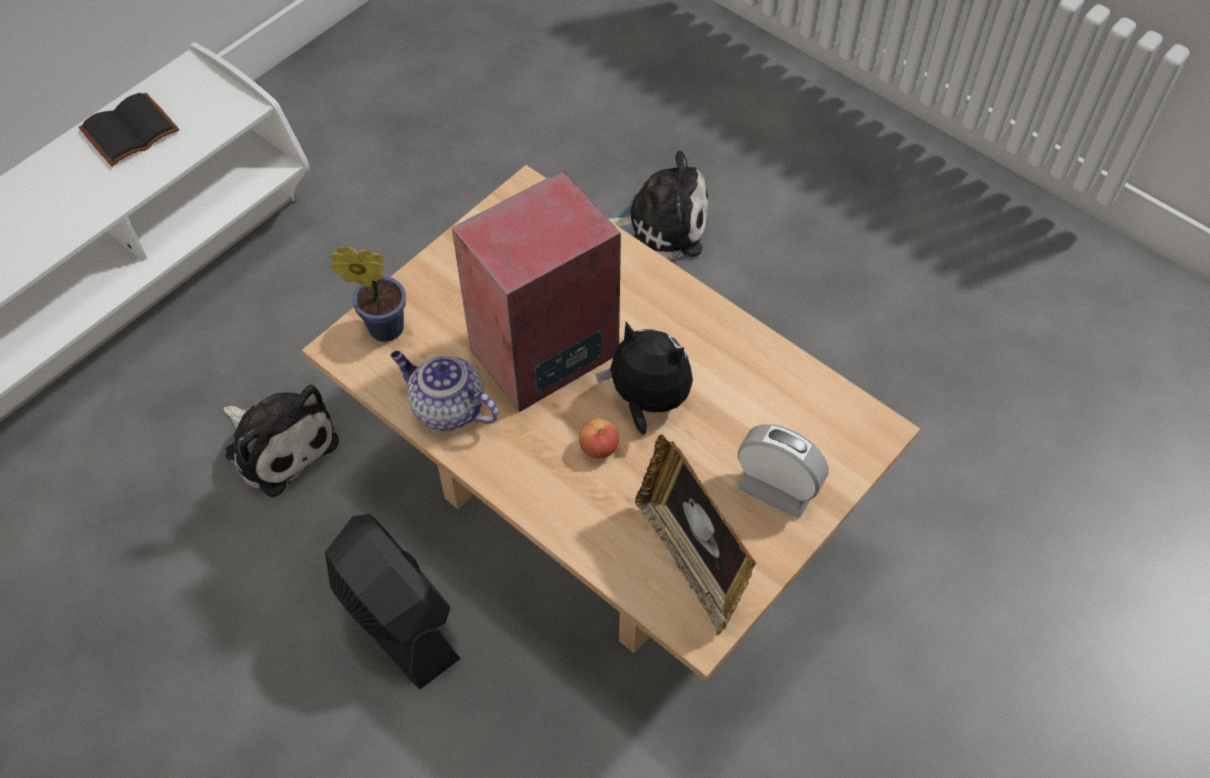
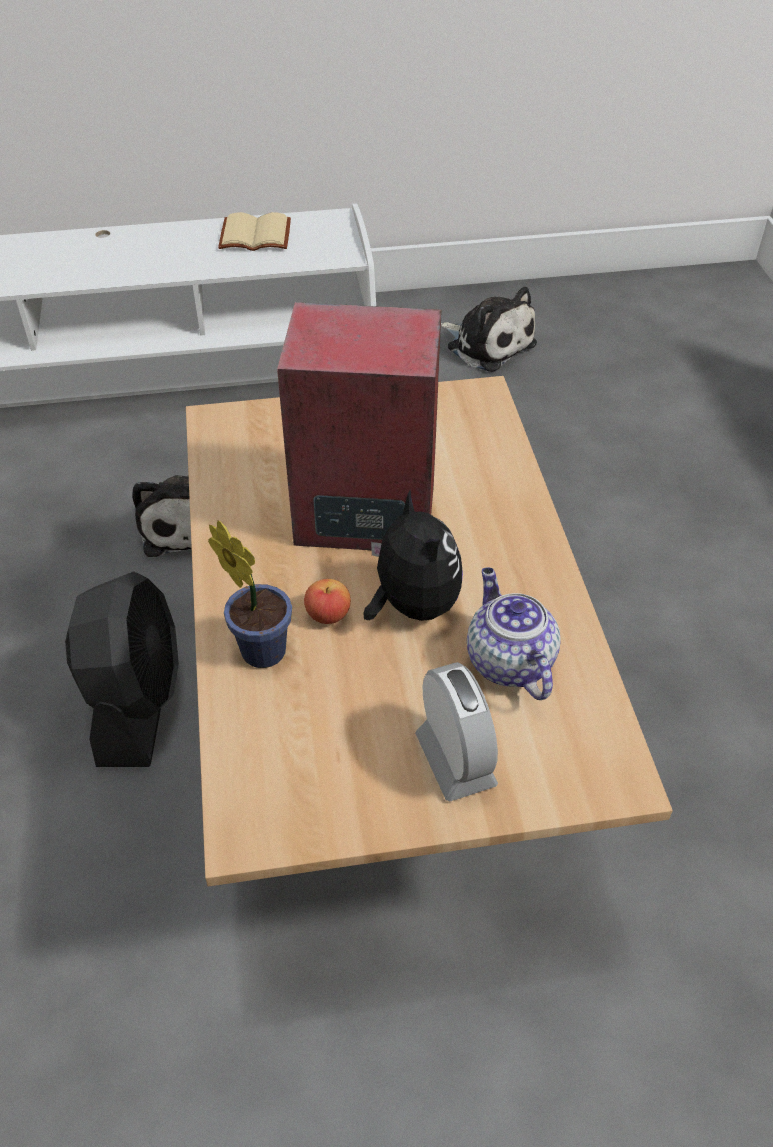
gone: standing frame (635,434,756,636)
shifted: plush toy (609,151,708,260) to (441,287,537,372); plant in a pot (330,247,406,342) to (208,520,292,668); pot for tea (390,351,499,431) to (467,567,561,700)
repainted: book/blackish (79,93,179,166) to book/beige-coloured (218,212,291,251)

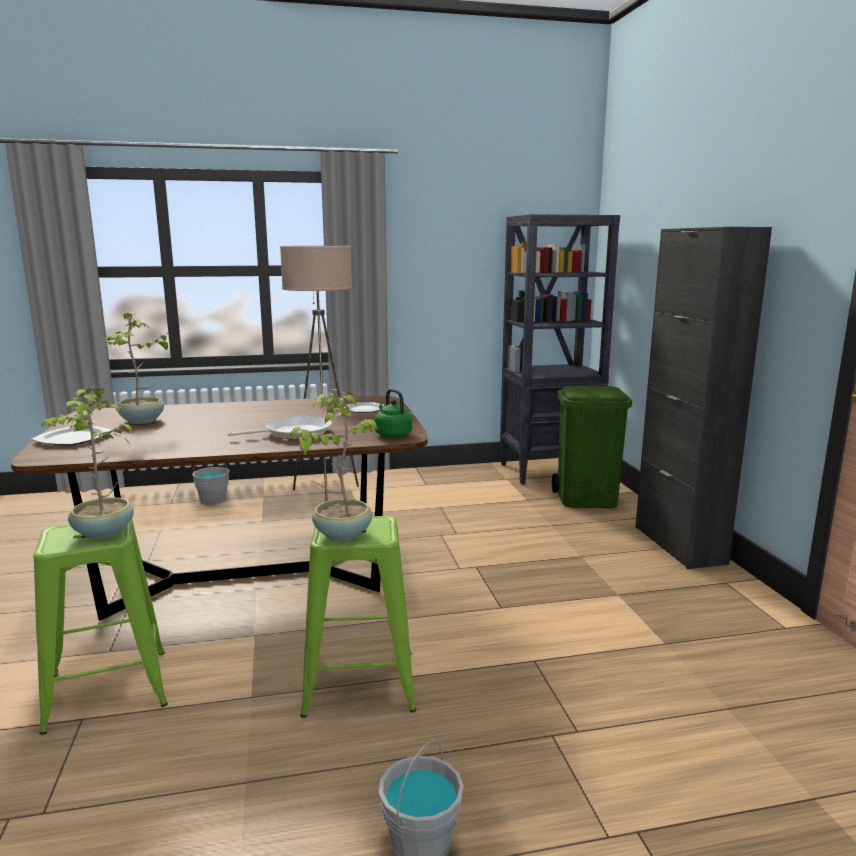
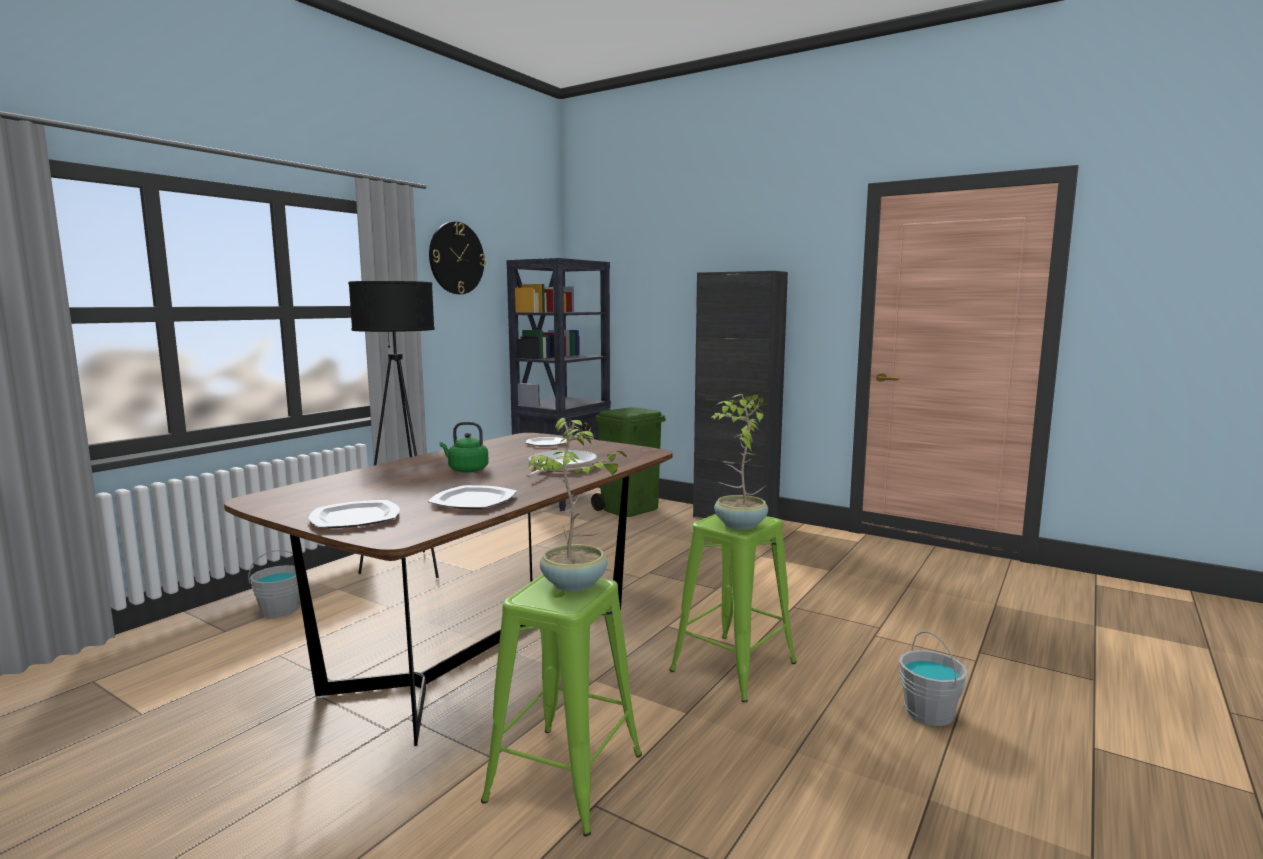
gone: plant in a pot (103,311,174,424)
new: clock on the wall (429,222,486,294); flat dish (427,485,517,509)
shifted: tea kettle/green (375,389,412,438) to (440,422,489,472)
repainted: standard lamp/beige-coloured (280,246,359,502) to standard lamp/blackish (348,281,439,578)

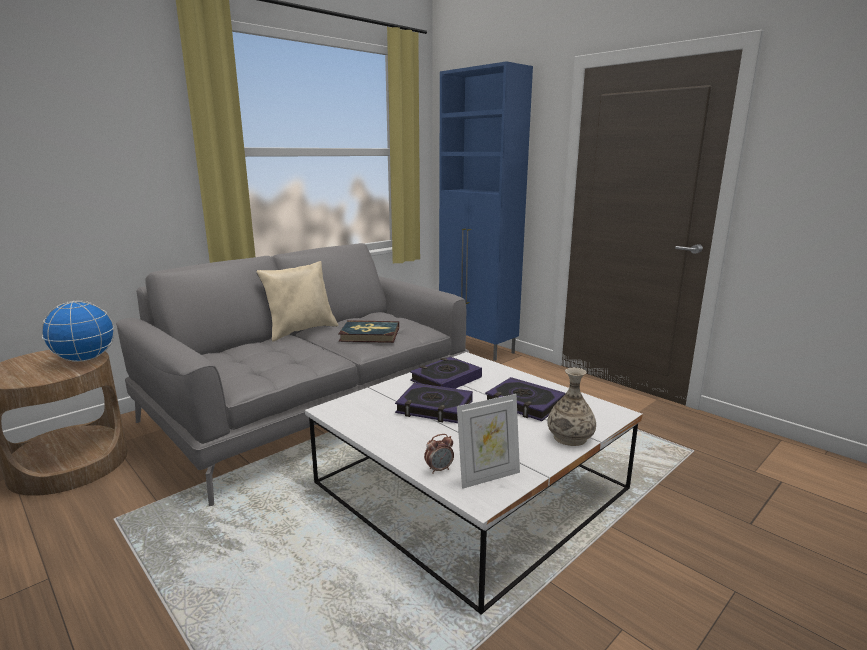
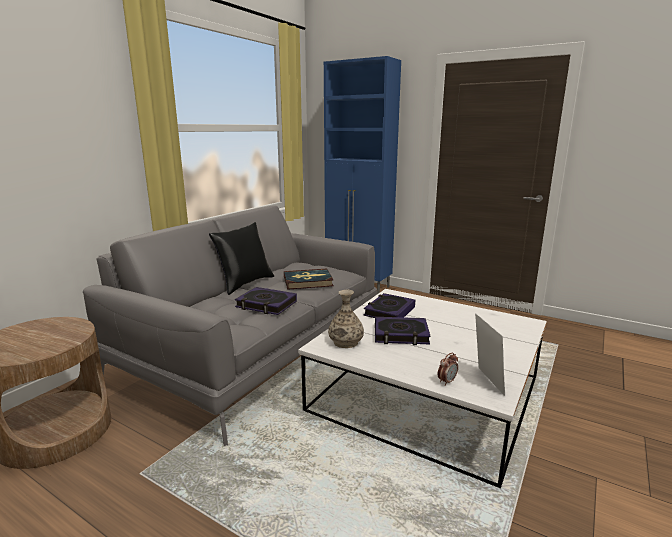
gone: desk globe (42,301,115,362)
shifted: decorative vase (547,368,596,446) to (328,290,364,348); book (485,377,566,421) to (235,287,297,315)
repainted: throw pillow/beige-coloured (256,261,338,341) to throw pillow/blackish (209,222,274,295)
rotated: standing frame (457,394,520,489) = (475,313,505,396) 60 degrees counterclockwise

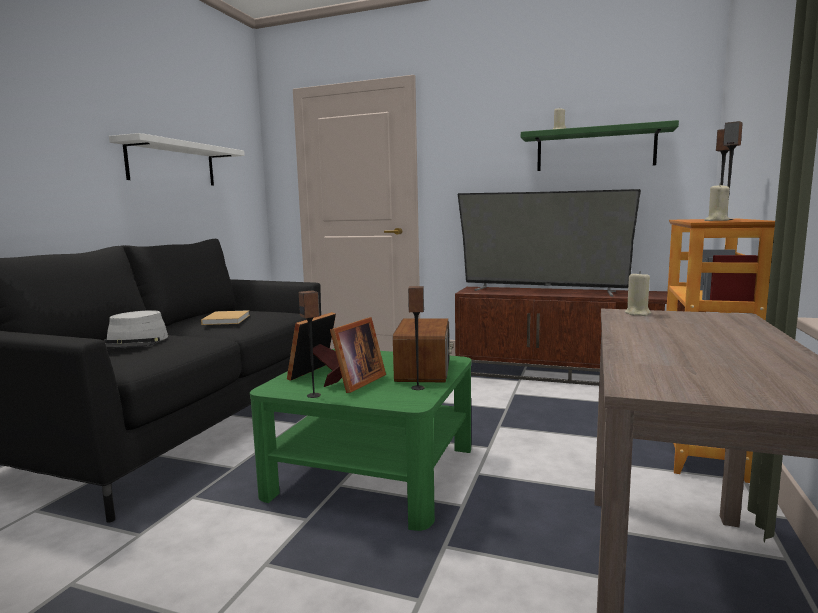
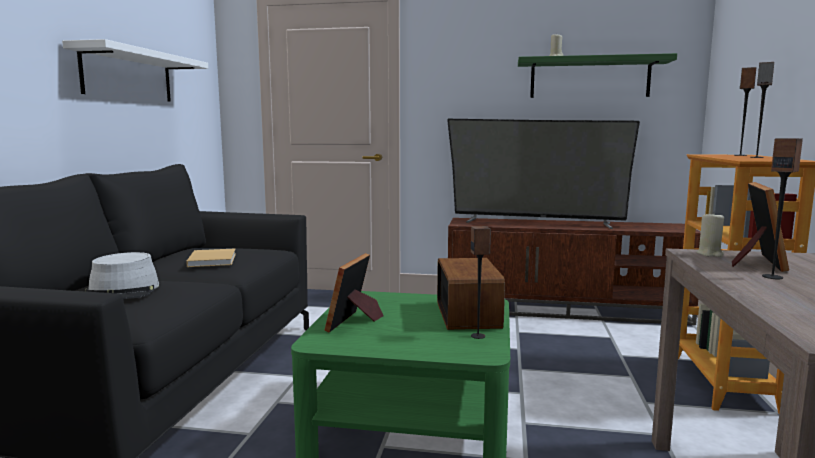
gone: wax light/beige-coloured (704,185,730,221)
shifted: audio speaker (299,291,321,398) to (762,138,803,279); standing frame (324,317,386,393) to (732,182,789,272)

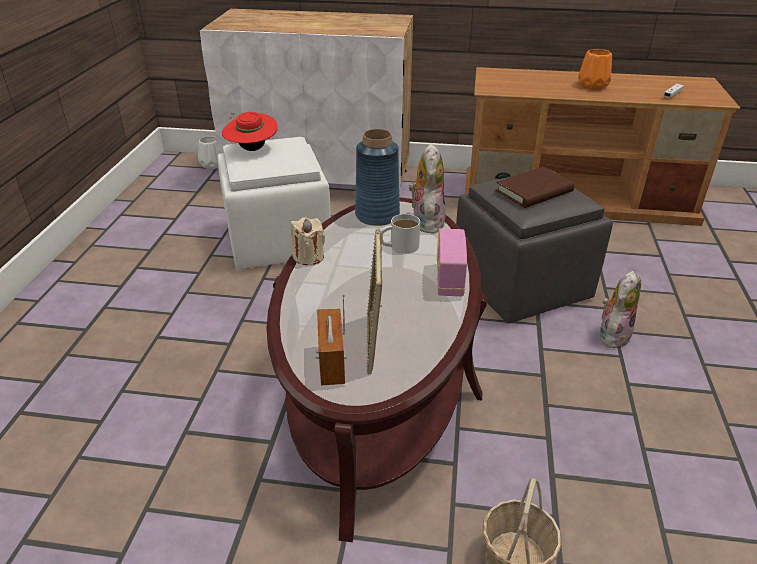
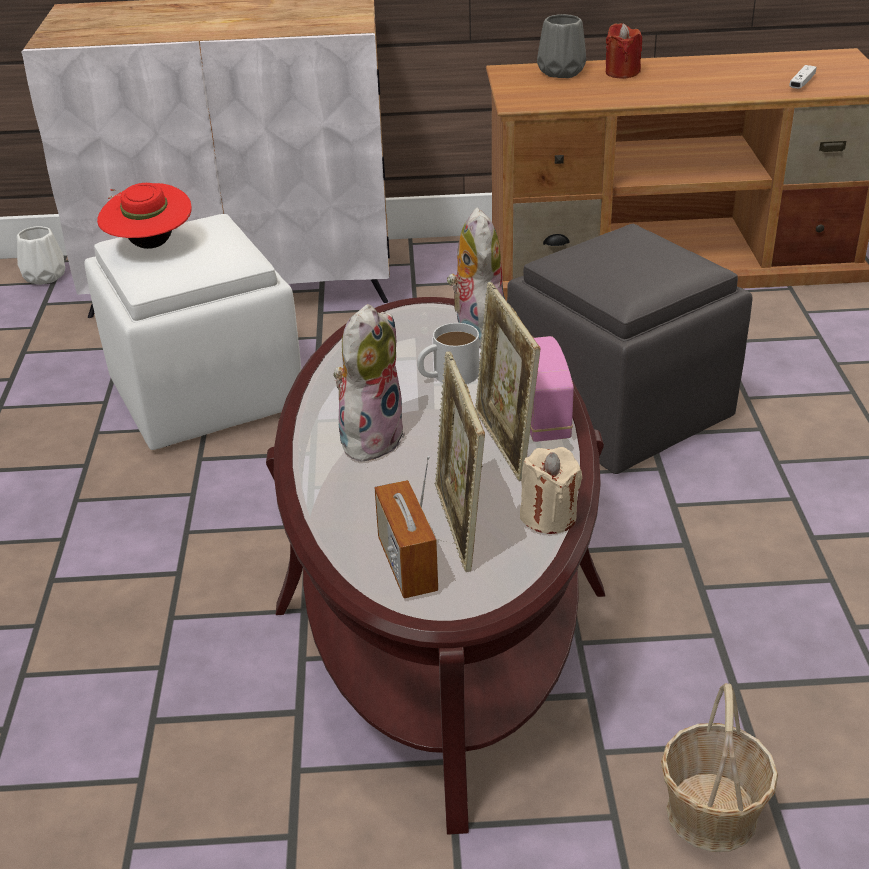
gone: decorative vase/orange-coloured (578,49,612,90); decorative vase/bluish (355,129,400,226); book/brownish (495,167,575,208)
new: decorative vase/gray (537,14,586,78); wax light/reddish (606,23,642,78); standing frame (475,282,540,481)
shifted: wax light/beige-coloured (291,217,325,265) to (520,447,583,534); plush toy (600,271,641,348) to (333,304,406,462)

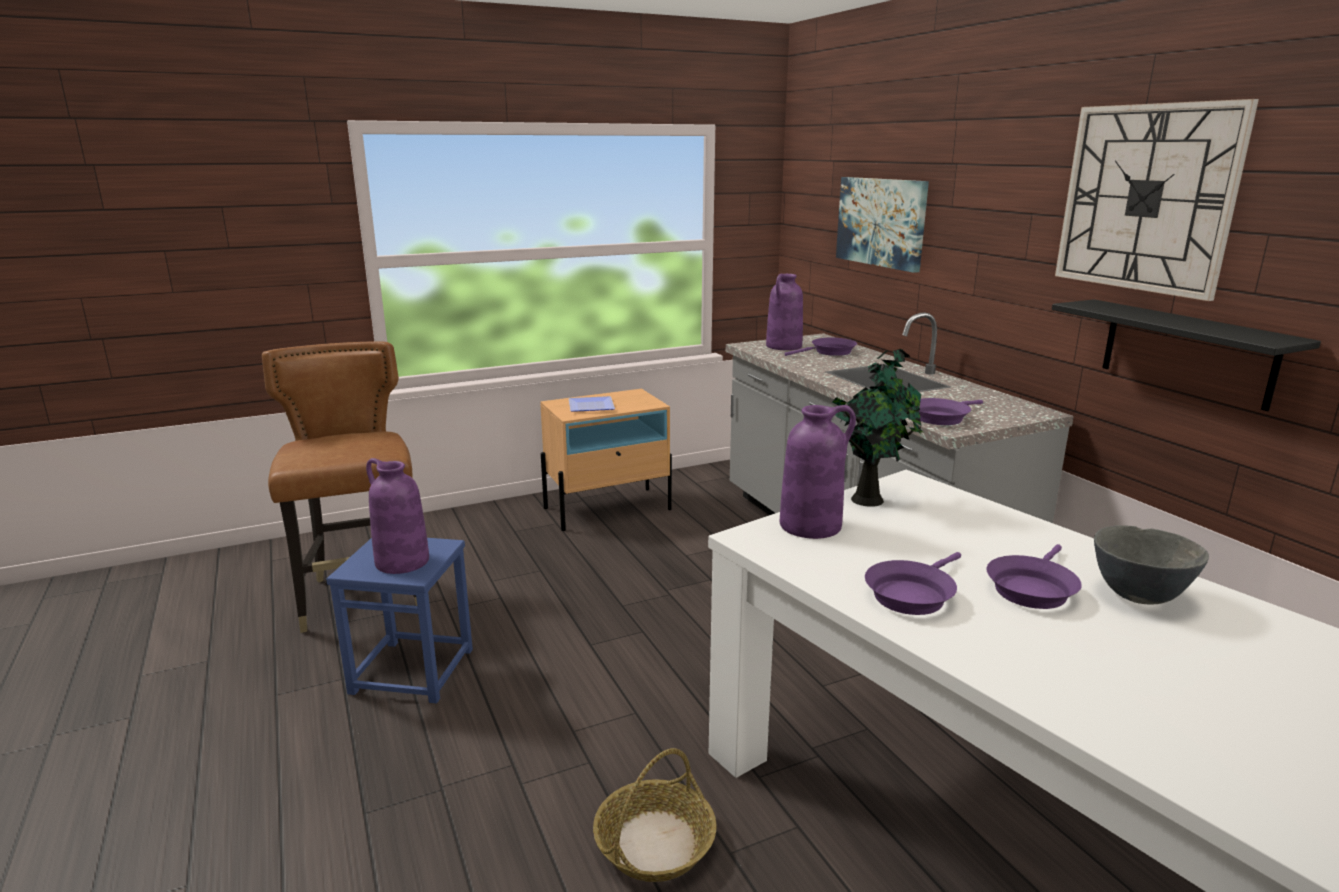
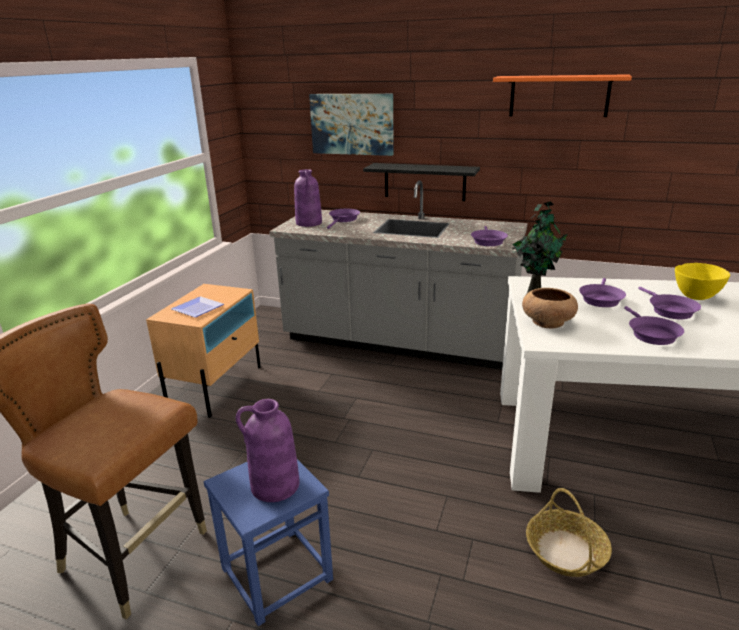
new: skillet/purplish (579,278,626,307)
shifted: shelf/blackish (1052,299,1321,411) to (363,163,480,201)
swapped: clock on the wall (1055,99,1259,301) to shelf/orange-coloured (493,74,632,117); decorative vase/purplish (780,405,856,539) to bowl/brownish (522,288,578,328)
repainted: bowl/gray (1094,525,1209,605) to bowl/yellow (675,263,730,300)

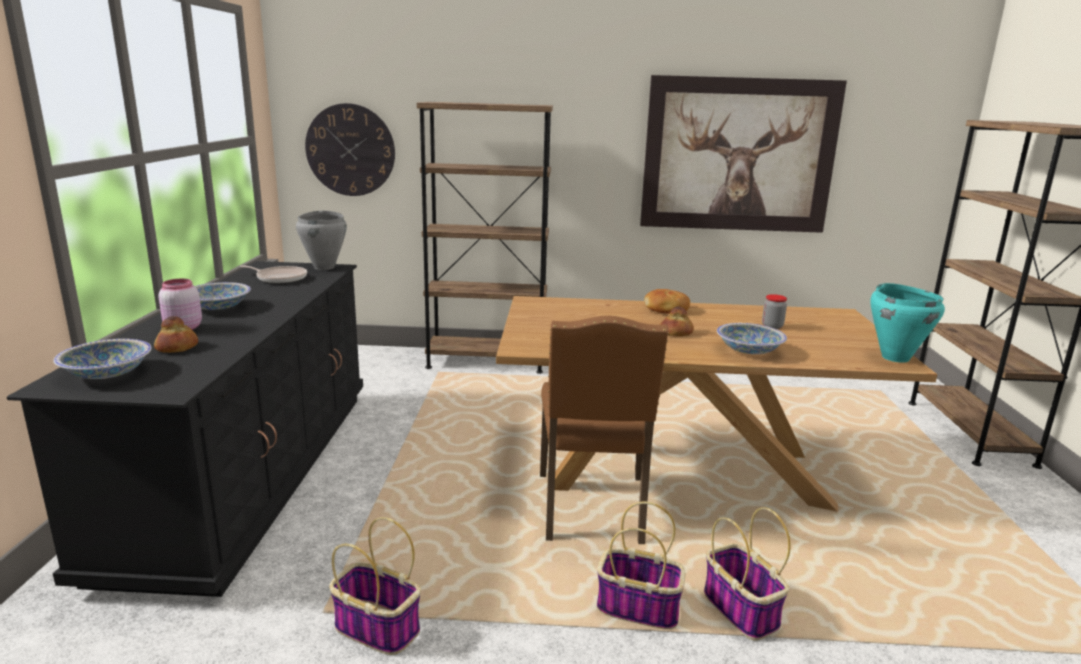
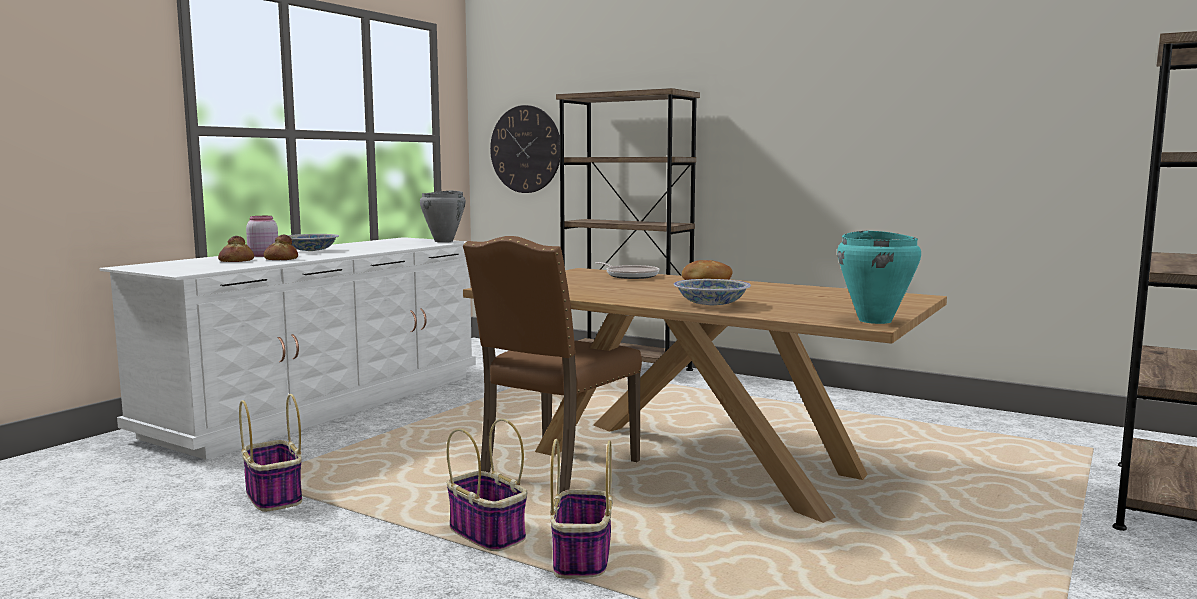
gone: picture (640,75,847,233); storage jar (762,294,787,329); bowl (53,339,152,379)
shifted: skillet (240,265,307,284) to (595,262,659,279); baked bread (660,306,694,337) to (264,235,298,260)
repainted: dresser/blackish (7,261,363,597) to dresser/whitish (99,237,476,460)

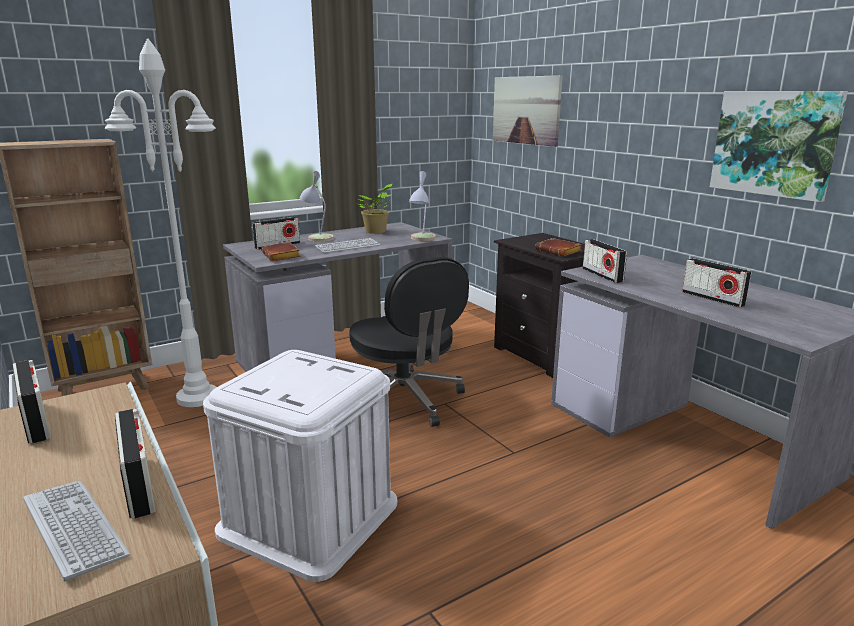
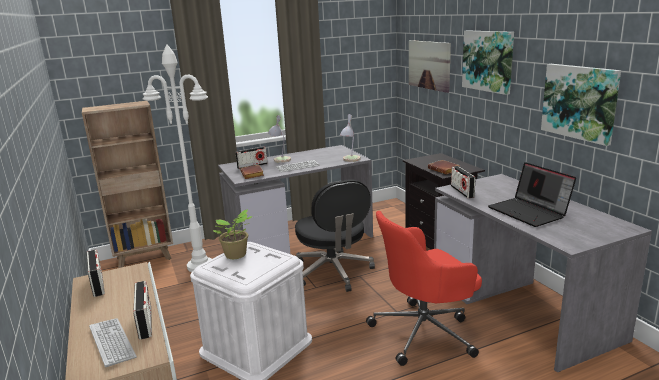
new: picture (462,30,514,95); computer chair/reddish (366,211,482,366)
shifted: plant in a pot (358,184,392,234) to (213,209,253,259)
swapped: radio (682,258,752,308) to portable computer (488,162,576,227)

